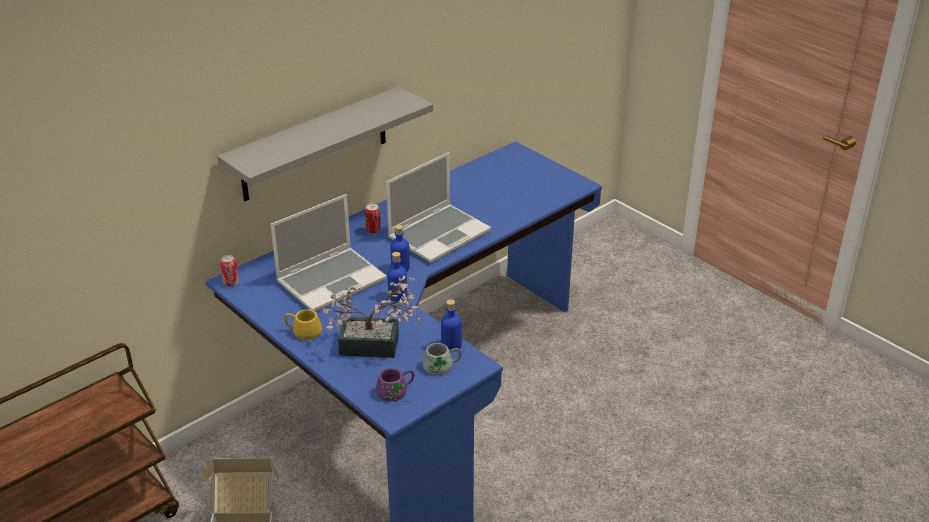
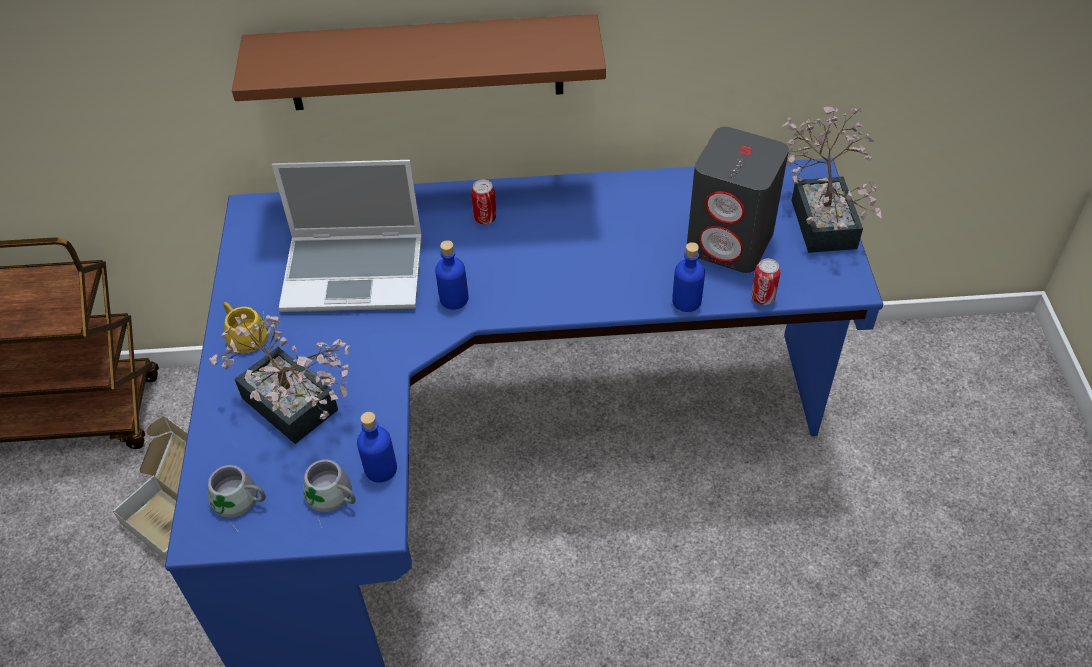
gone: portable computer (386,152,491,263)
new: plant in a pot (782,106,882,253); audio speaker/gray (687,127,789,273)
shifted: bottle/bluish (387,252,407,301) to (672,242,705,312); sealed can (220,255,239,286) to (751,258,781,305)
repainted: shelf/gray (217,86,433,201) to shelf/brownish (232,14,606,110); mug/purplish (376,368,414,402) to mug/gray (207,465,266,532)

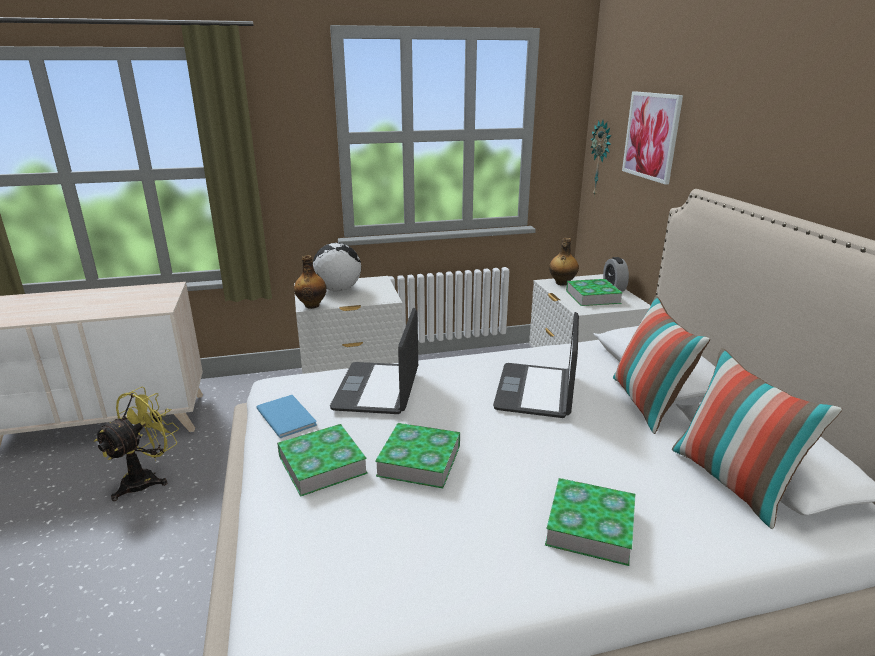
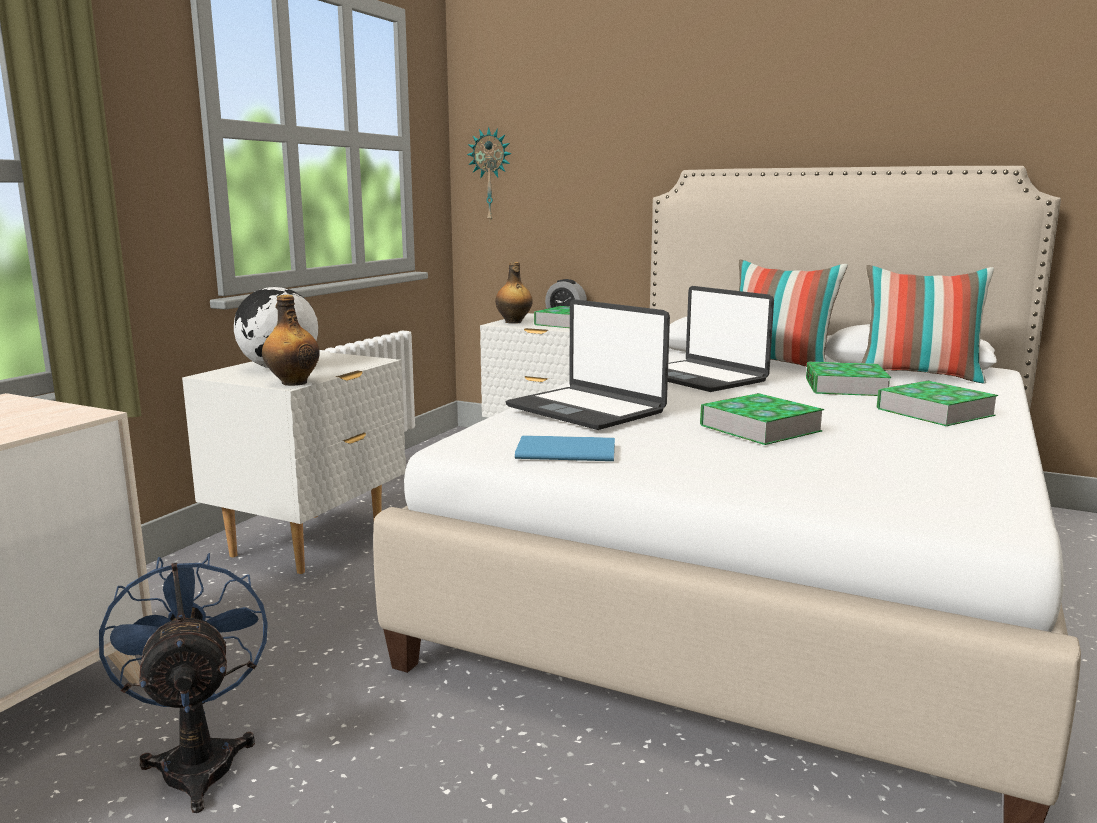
gone: picture (622,91,683,185)
shifted: book (277,424,368,497) to (806,362,891,396)
repainted: cooling fan/yellow (94,387,179,501) to cooling fan/bluish (99,553,268,813)

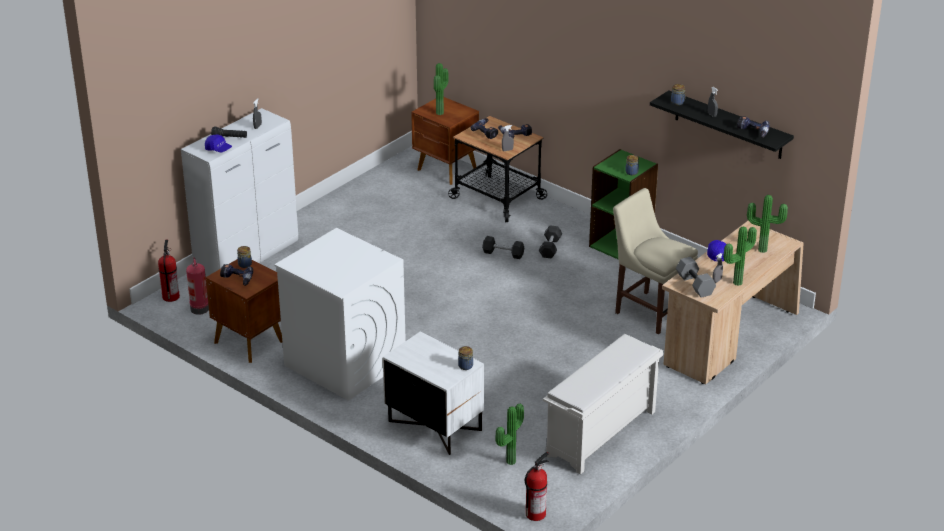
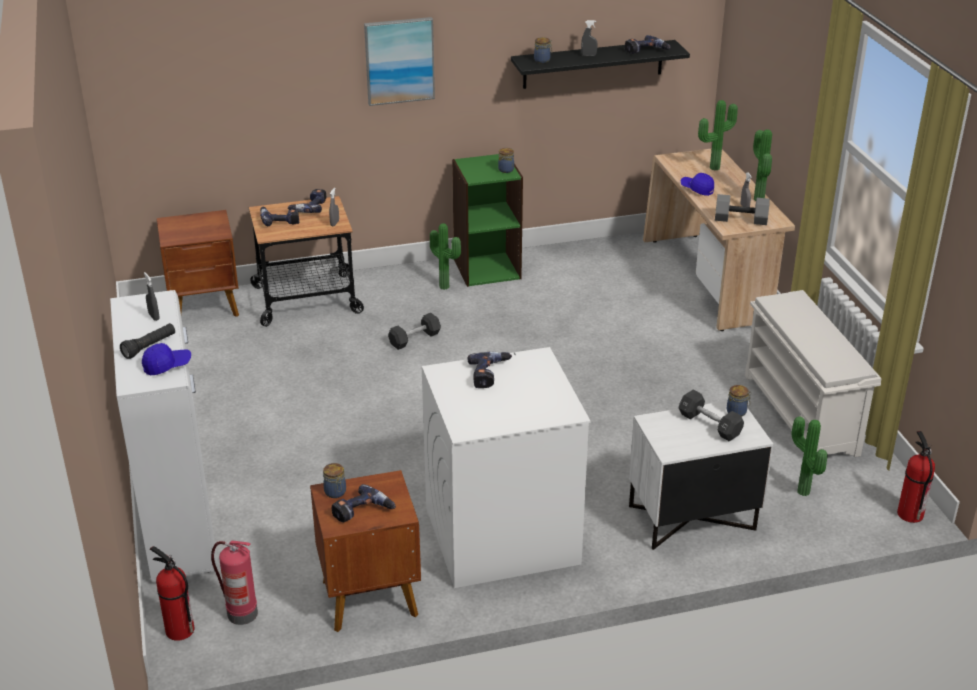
gone: upright chair/beige-coloured (613,188,698,334)
new: picture (364,17,435,106); drill (468,351,512,388)
shifted: plant in a pot (434,63,449,115) to (430,224,461,290); free weight/blackish (539,225,562,259) to (679,389,744,441)

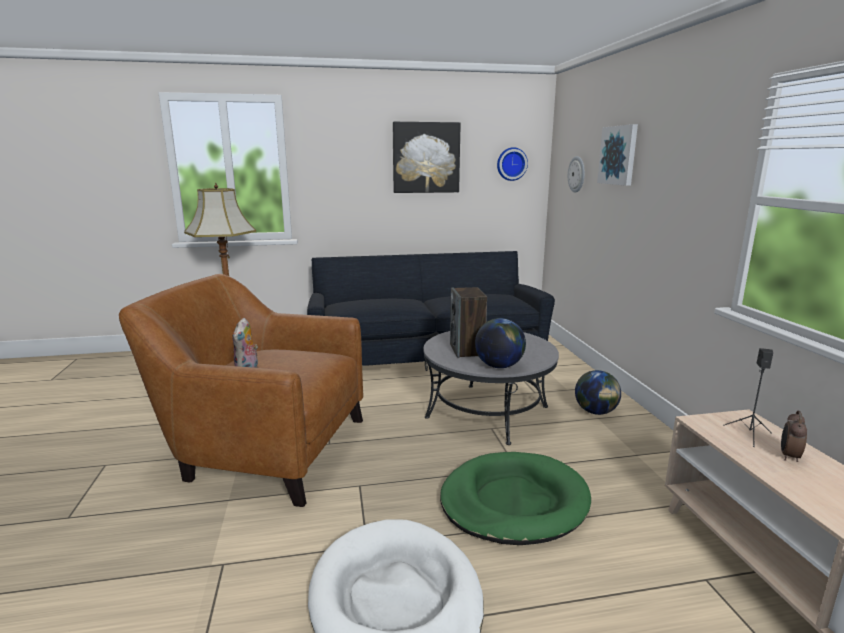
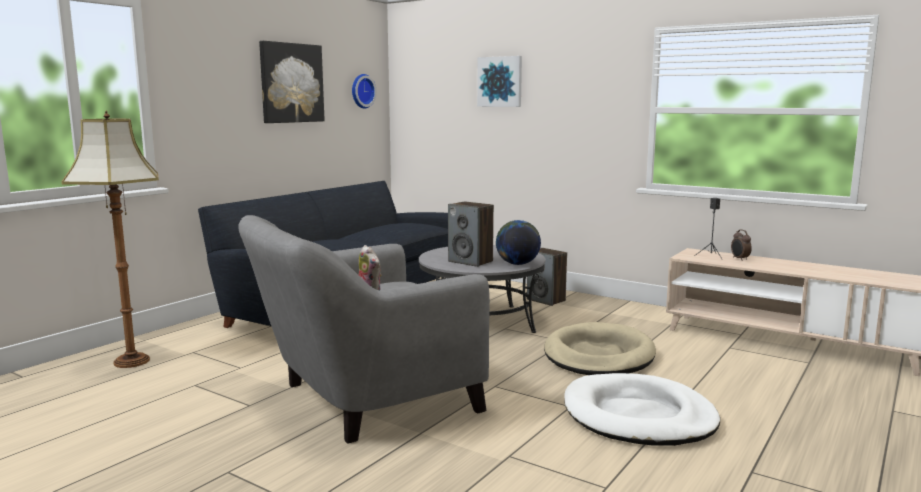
gone: clock on the wall (568,156,585,193)
swapped: desk globe (575,370,621,415) to audio speaker (527,248,567,306)
repainted: easy chair/brownish (119,274,363,507) to easy chair/gray (239,215,490,443); dog cushion/green (440,452,591,545) to dog cushion/beige-coloured (544,322,656,375)

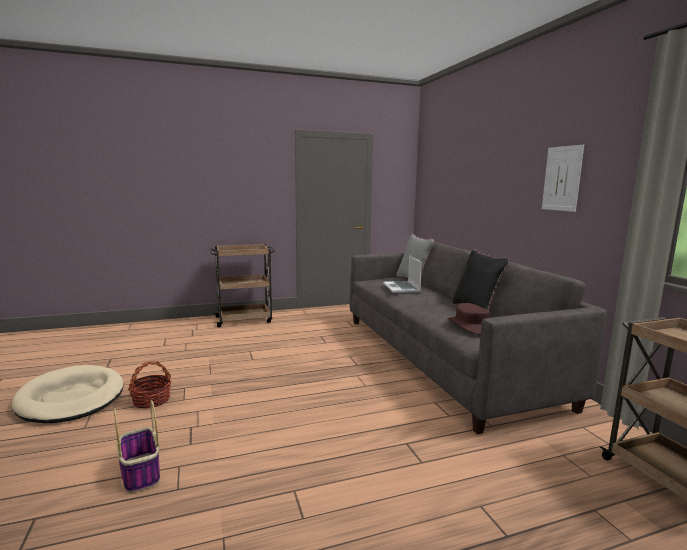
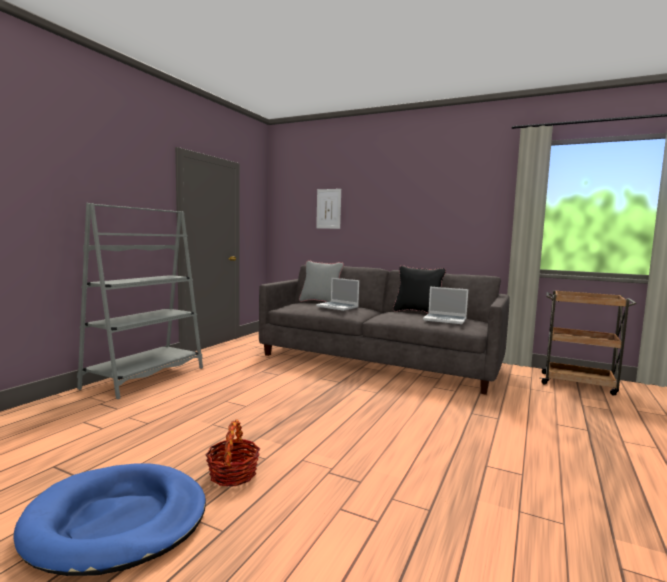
gone: basket (114,400,160,493)
shifted: picture (542,145,584,212) to (316,189,341,229)
swapped: trolley/brownish (210,244,275,327) to shelving unit/gray (77,203,203,399); clothing hat/brownish (447,303,490,335) to portable computer (423,287,468,324)
repainted: dog cushion/beige-coloured (12,365,124,423) to dog cushion/bluish (13,464,206,576)

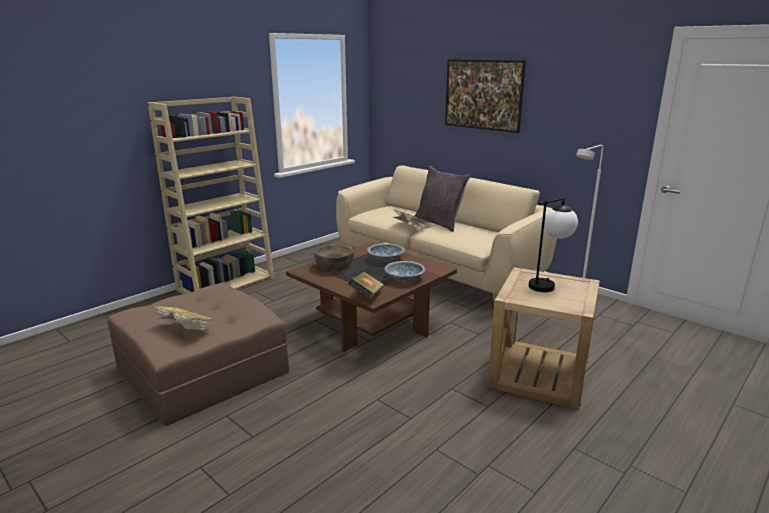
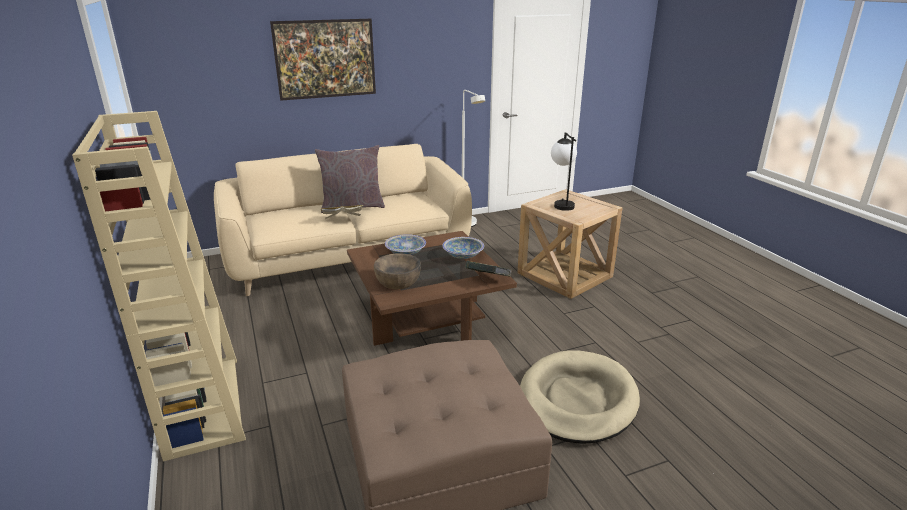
gone: book (153,306,215,330)
new: dog cushion/beige-coloured (520,350,640,444)

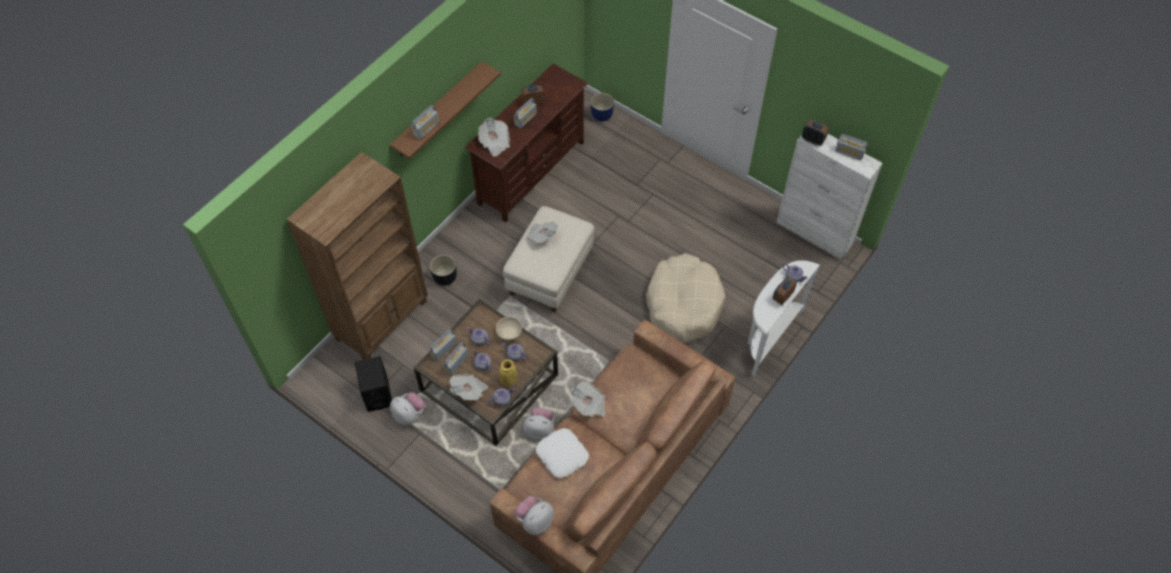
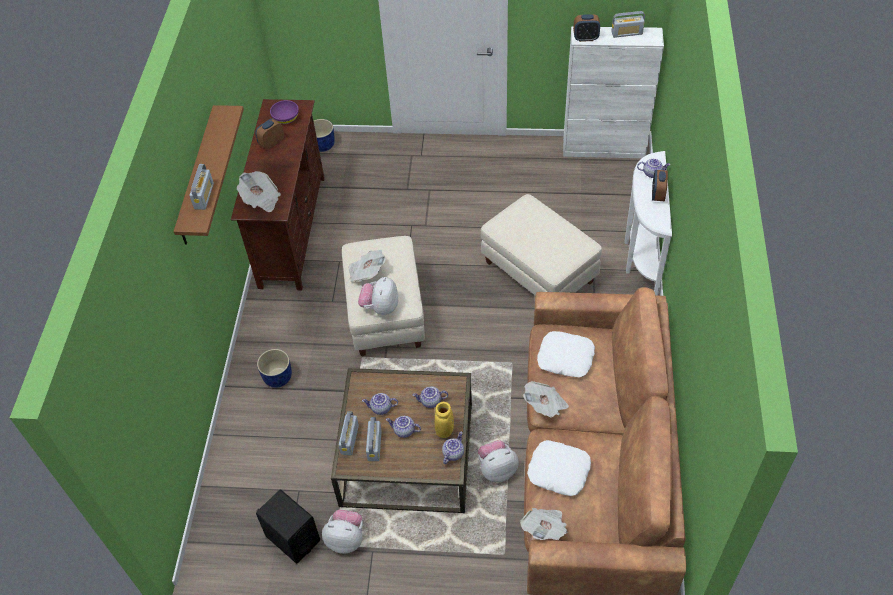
gone: radio (514,98,537,128); shelving unit/brownish (286,152,428,360); bowl/beige-coloured (496,317,522,341)
new: bowl/purplish (270,100,299,124); throw pillow/whitish (537,331,595,377)
shifted: newspaper (449,374,488,400) to (520,508,568,540); plush toy (514,496,554,535) to (358,277,398,315)
swapped: dog cushion/beige-coloured (646,253,725,343) to pouffe/beige-coloured (481,194,602,295)
repainted: plant pot/blackish (430,255,457,286) to plant pot/bluish (257,349,292,388)

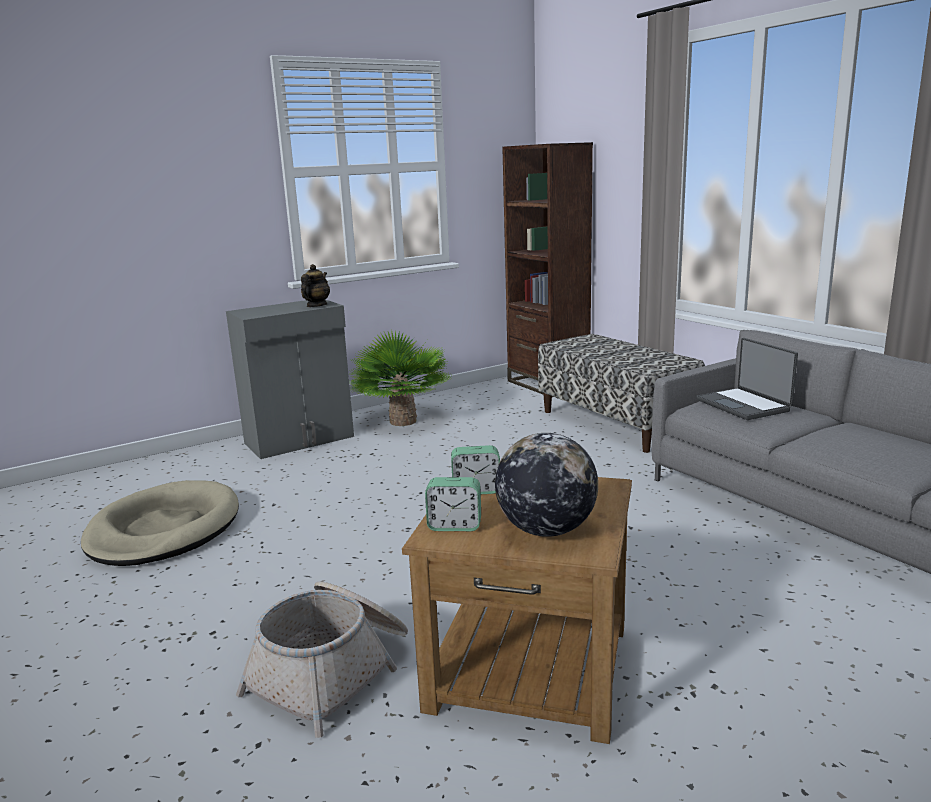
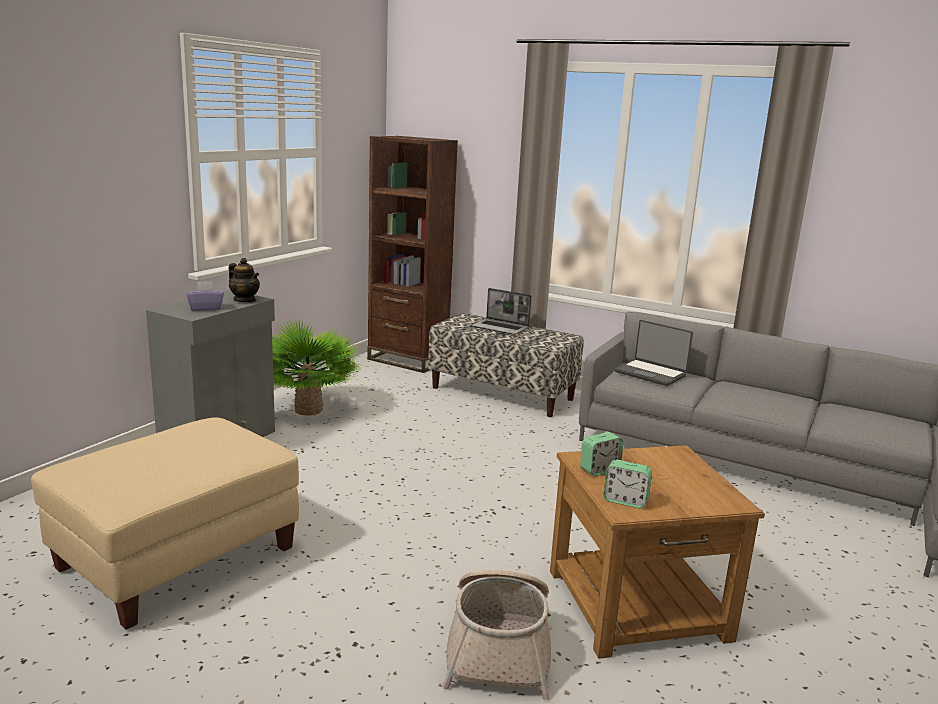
gone: desk globe (495,433,598,537)
new: tissue holder/purplish (186,281,224,311); portable computer (472,288,532,335)
swapped: dog cushion/beige-coloured (81,480,239,566) to pouffe/beige-coloured (31,418,299,630)
rotated: pot for tea (301,264,330,307) = (228,258,260,302) 135 degrees clockwise; bedside clock (425,477,481,531) = (604,460,652,508) 45 degrees clockwise

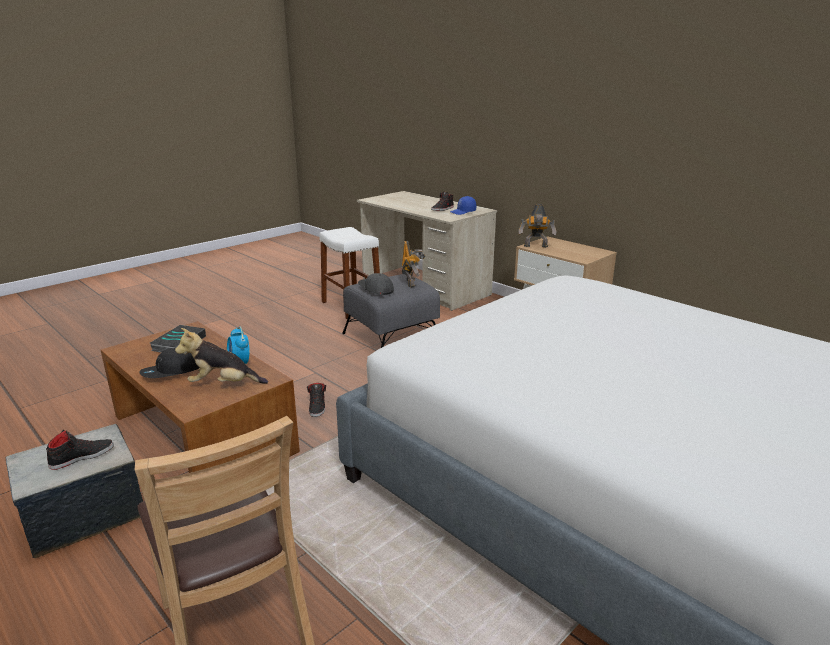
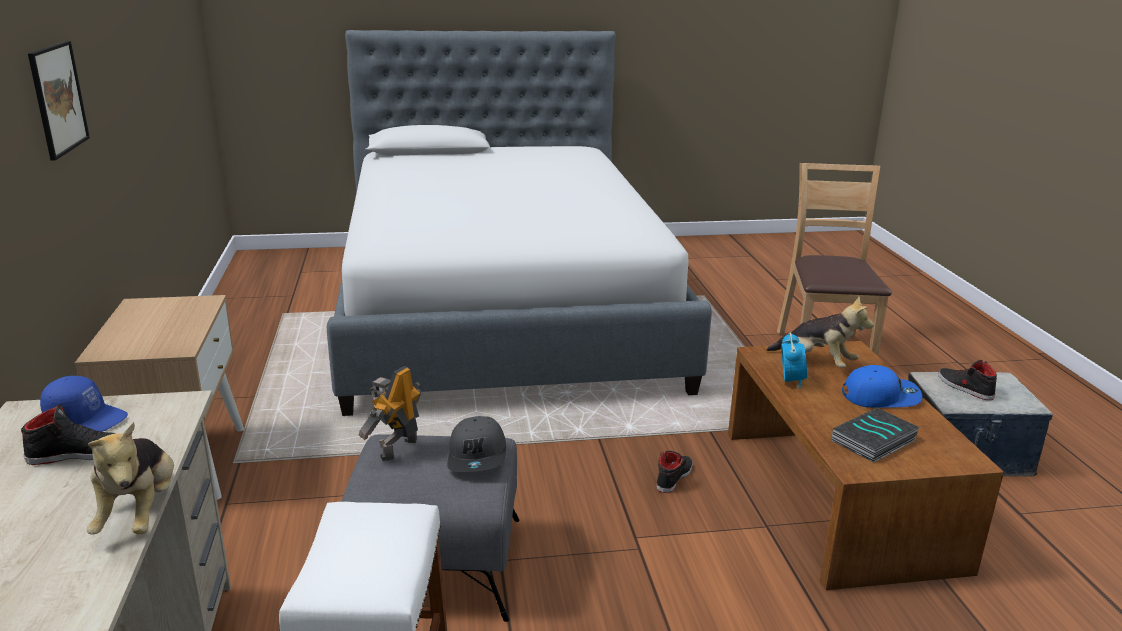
gone: model robot (518,204,557,248)
new: picture (28,41,90,161); plush toy (87,422,174,535)
repainted: baseball cap/blackish (139,348,200,378) to baseball cap/bluish (842,365,922,408)
rotated: low shoe/blackish (46,430,114,470) = (938,360,997,400) 60 degrees clockwise

